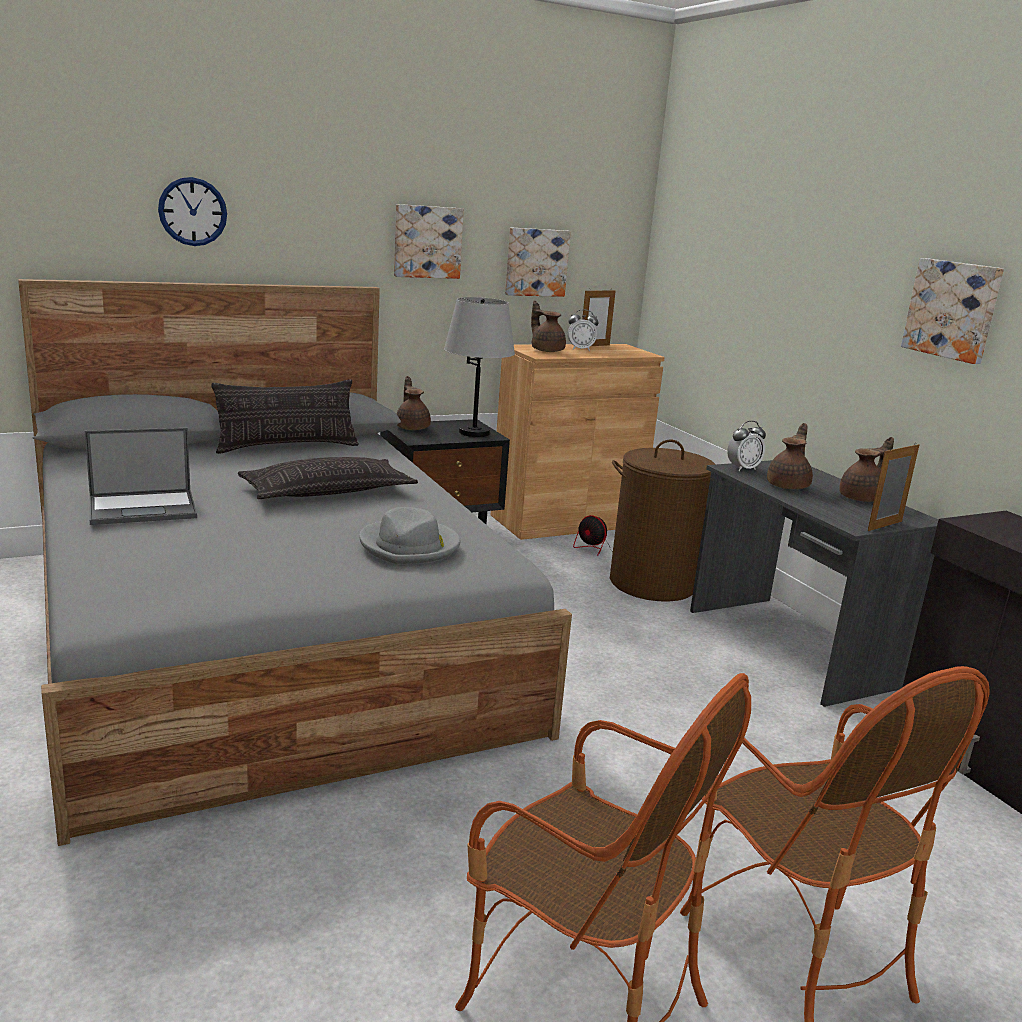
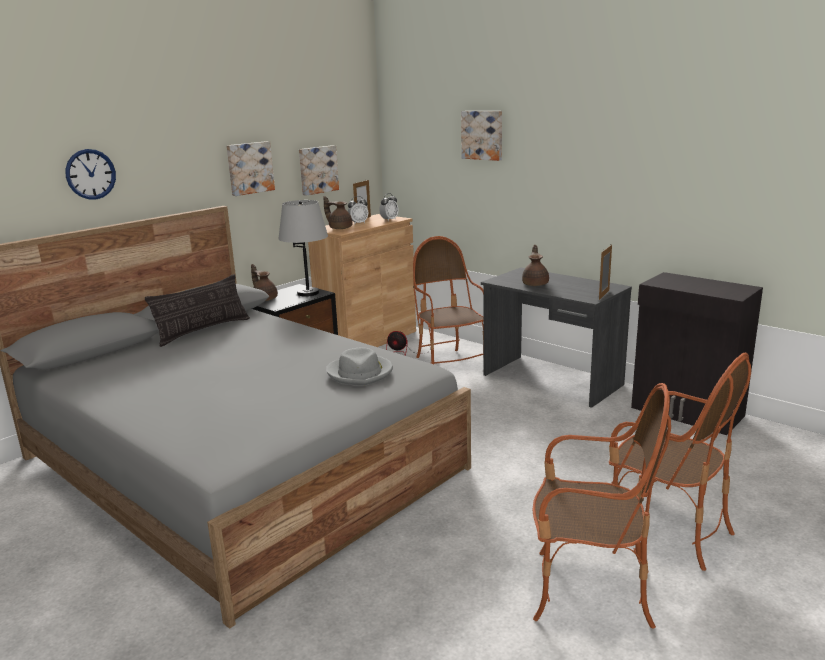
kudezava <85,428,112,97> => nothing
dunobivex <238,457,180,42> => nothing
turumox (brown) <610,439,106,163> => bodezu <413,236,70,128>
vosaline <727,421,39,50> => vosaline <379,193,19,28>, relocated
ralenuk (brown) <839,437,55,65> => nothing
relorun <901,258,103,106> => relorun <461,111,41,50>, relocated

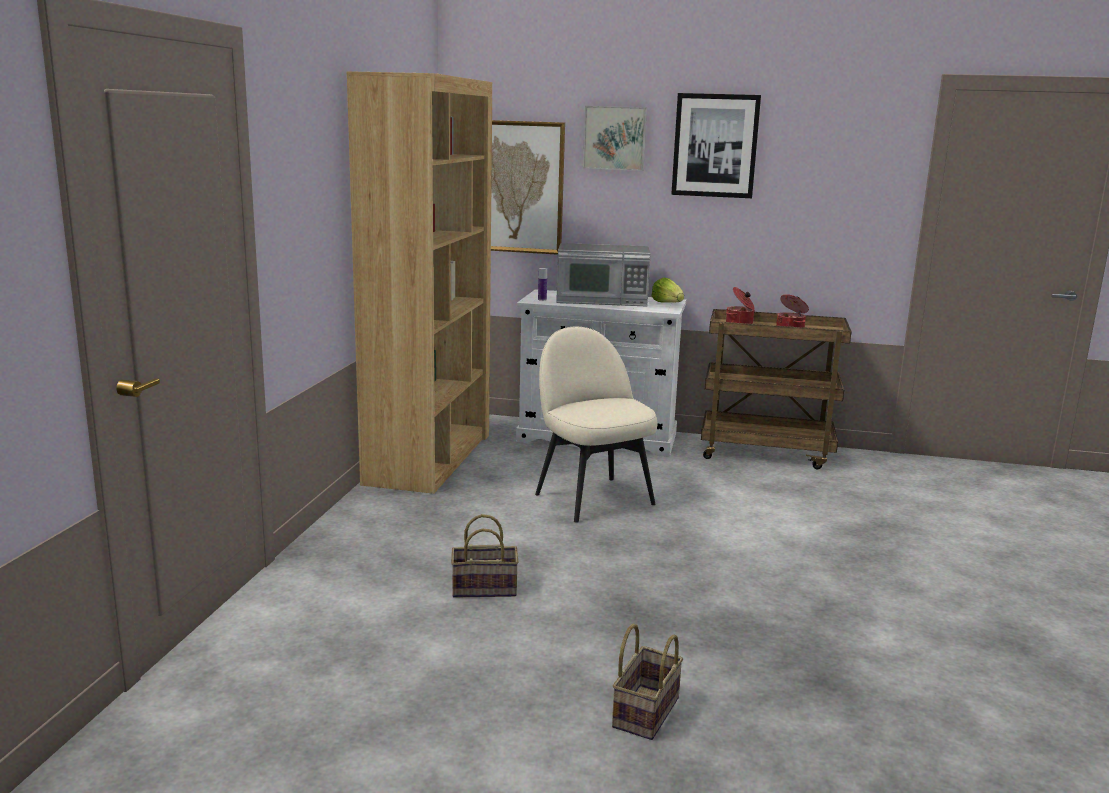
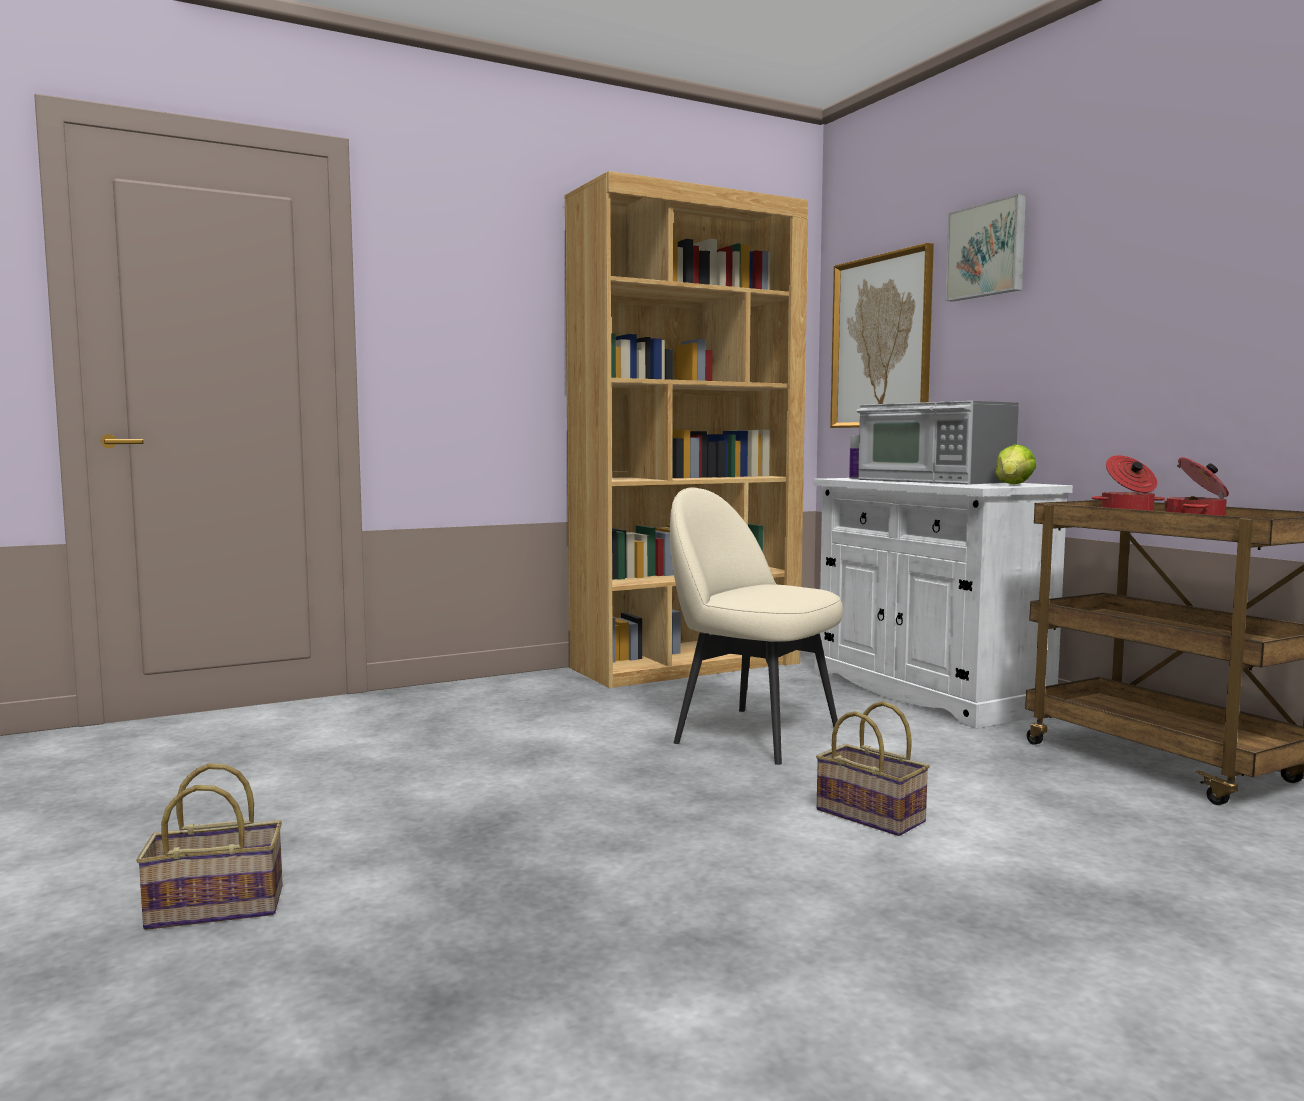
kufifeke <451,514,68,84> => kufifeke <816,701,114,135>, relocated
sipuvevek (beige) <535,327,122,196> => sipuvevek (beige) <670,488,173,277>, 75 degrees counterclockwise
relorun <671,93,90,105> => nothing

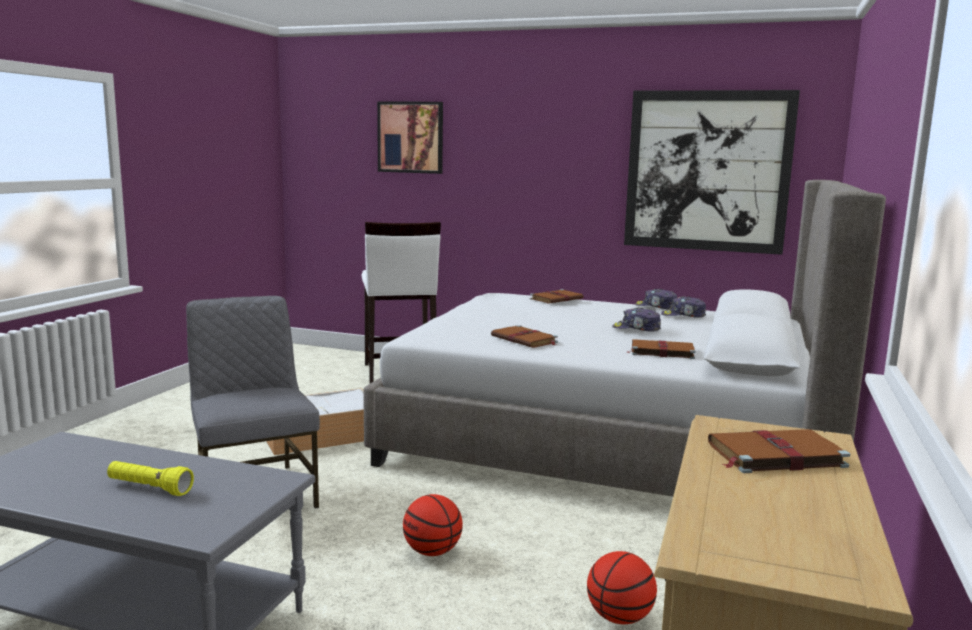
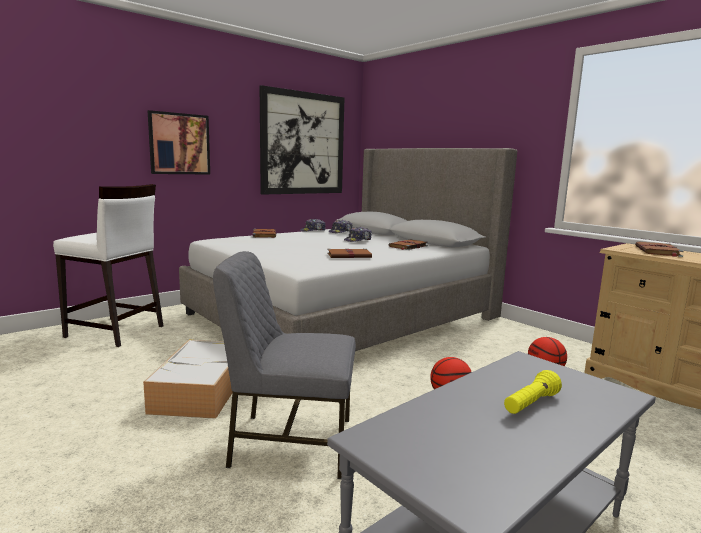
relorun <377,102,66,72> => relorun <148,110,62,65>, relocated

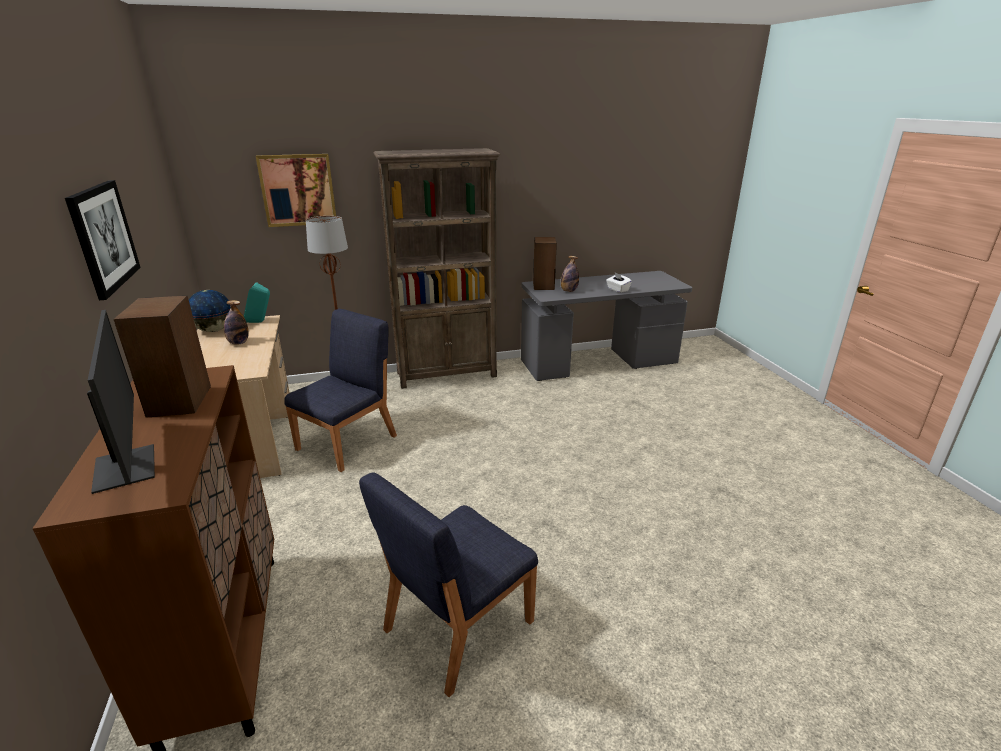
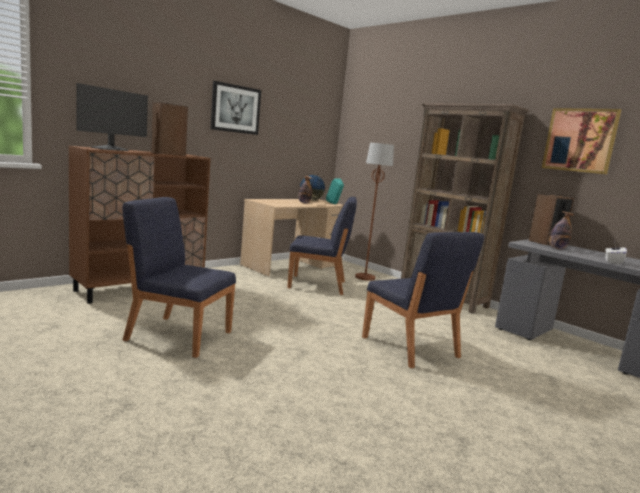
relorun <256,154,80,73> => relorun <542,108,79,66>, relocated
nothing => sipuvevek (blue) <362,232,122,136>

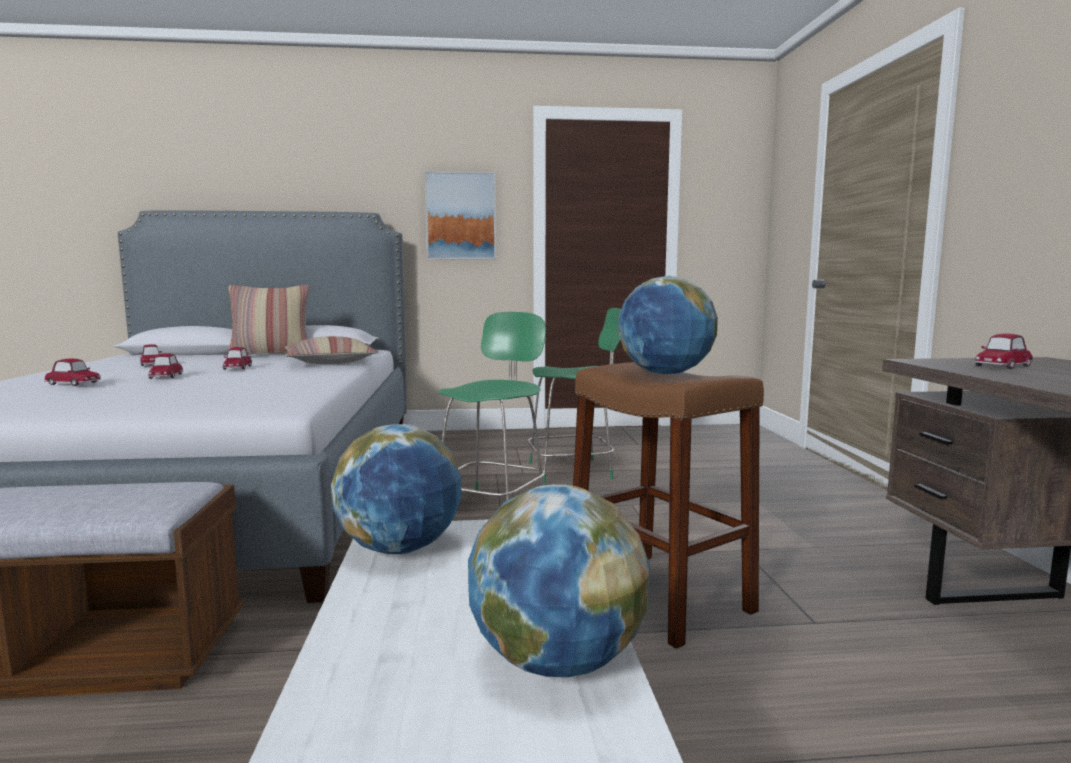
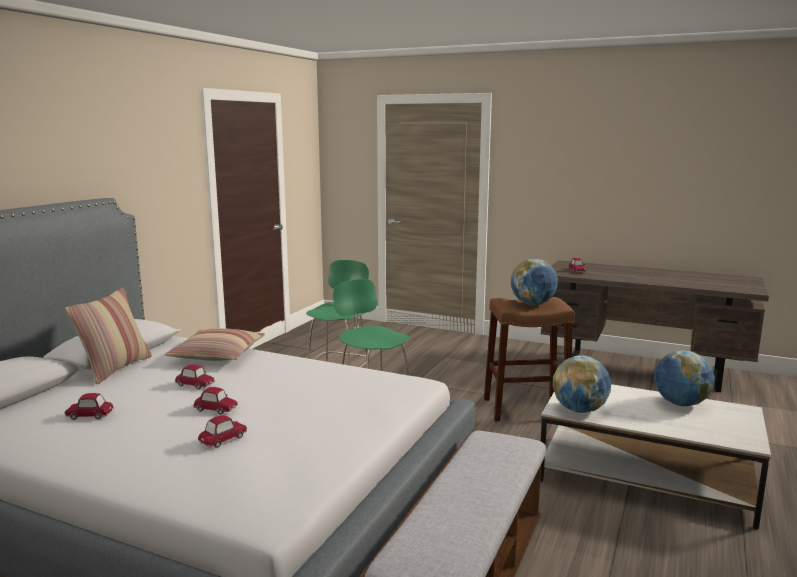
relorun <425,171,71,89> => nothing

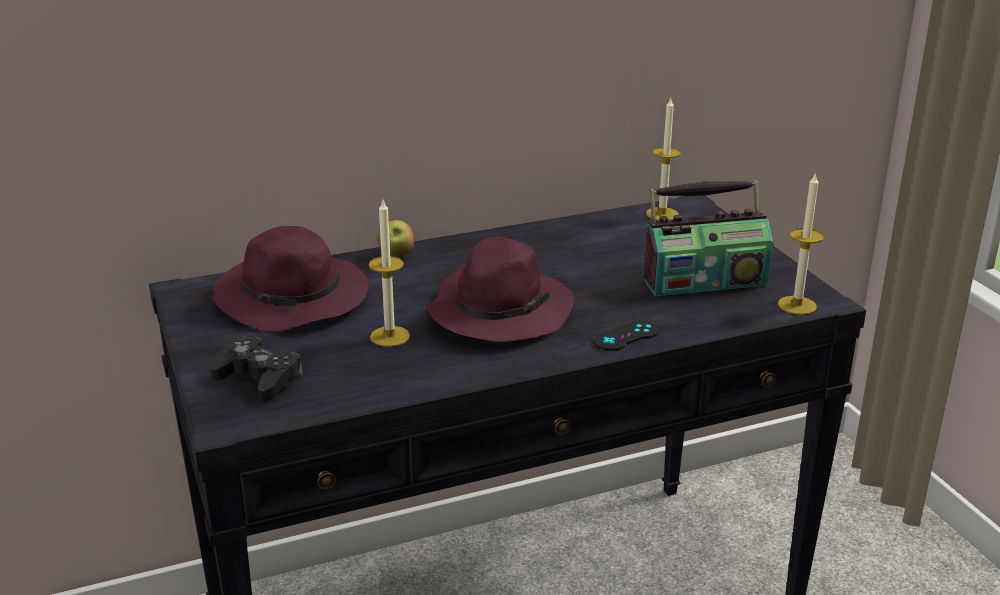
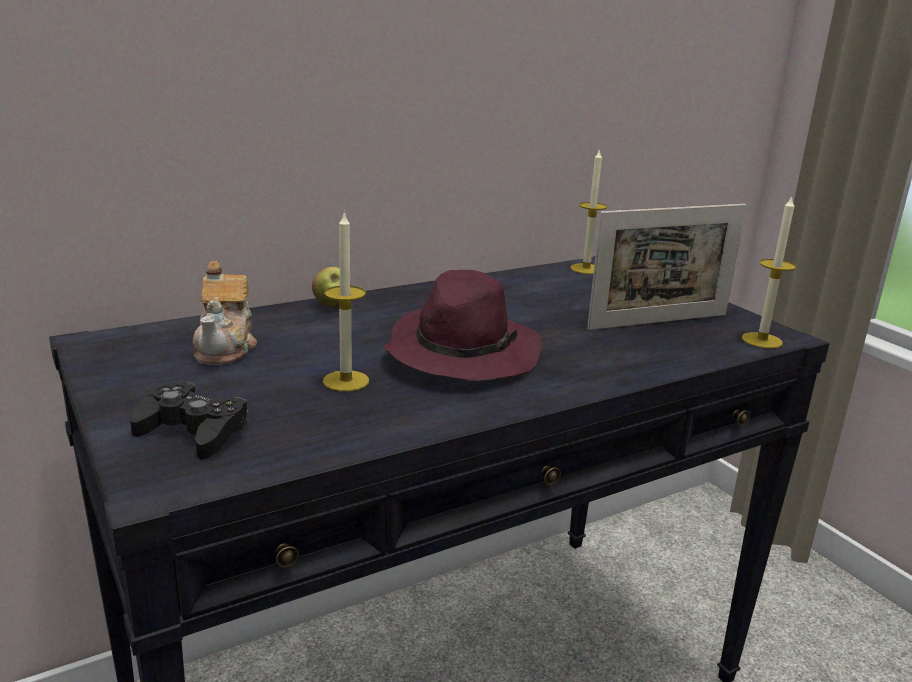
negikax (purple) <213,226,156,106> => ralenuk <193,261,64,104>
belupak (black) <593,321,66,30> => nothing
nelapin <644,181,130,115> => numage <587,204,159,126>

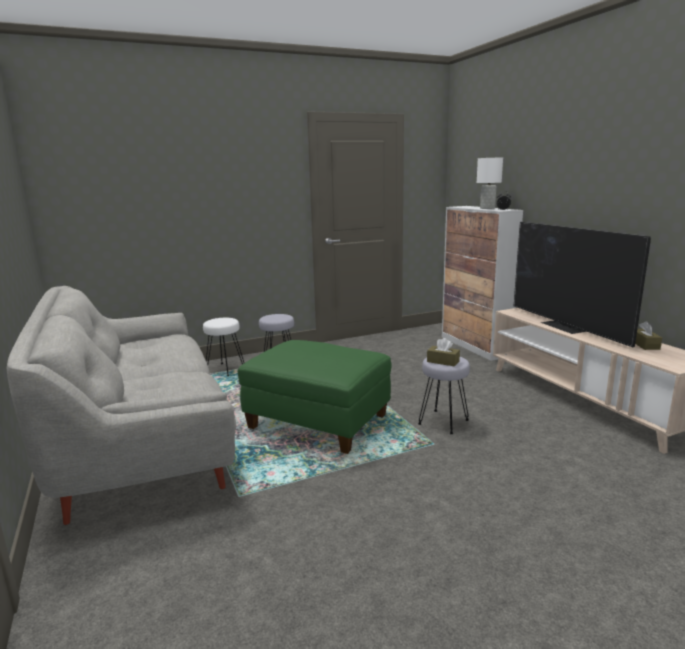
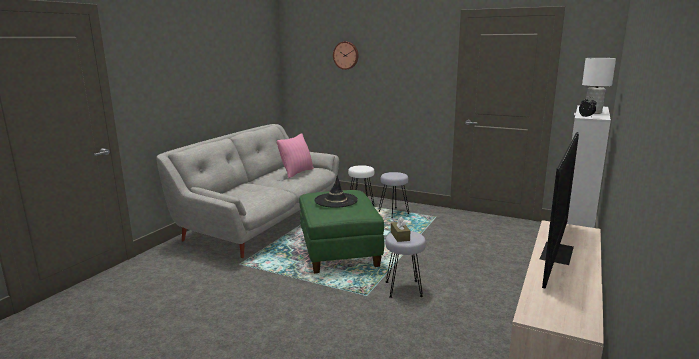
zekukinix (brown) <635,321,27,29> => nothing
nothing => dunobivex (pink) <277,133,37,45>
nothing => negikax (black) <314,176,44,32>
nothing => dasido <333,41,26,29>

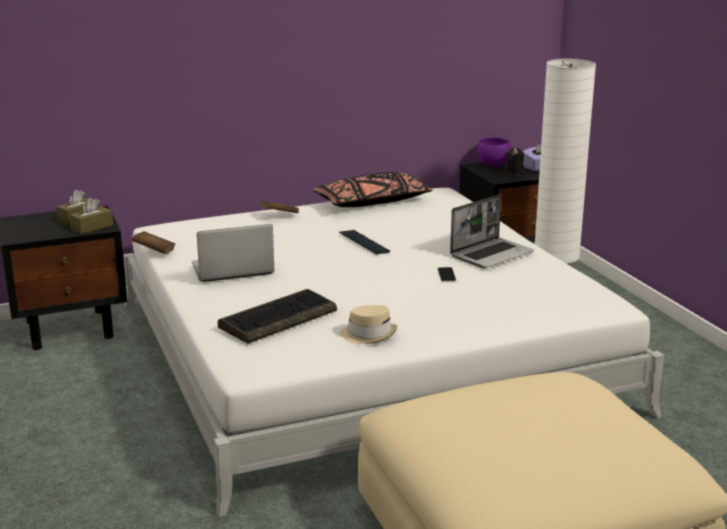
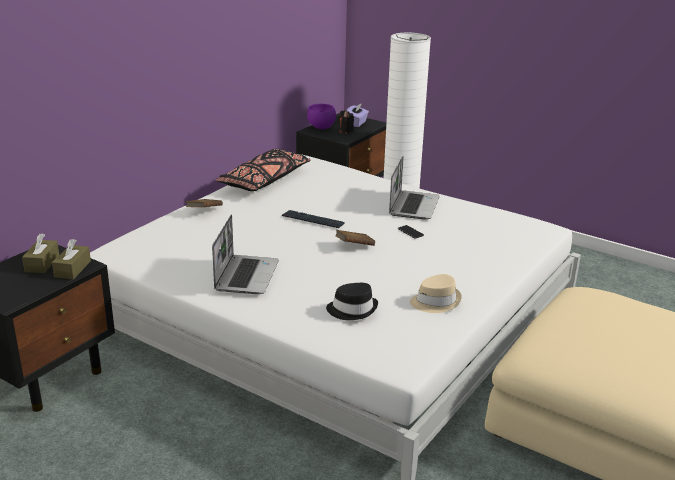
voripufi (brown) <132,231,43,23> => voripufi (brown) <335,230,40,16>, relocated
kudezava <192,224,82,58> => kudezava <212,215,67,79>, 150 degrees clockwise
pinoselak <218,289,119,55> => negikax (black) <326,283,52,37>

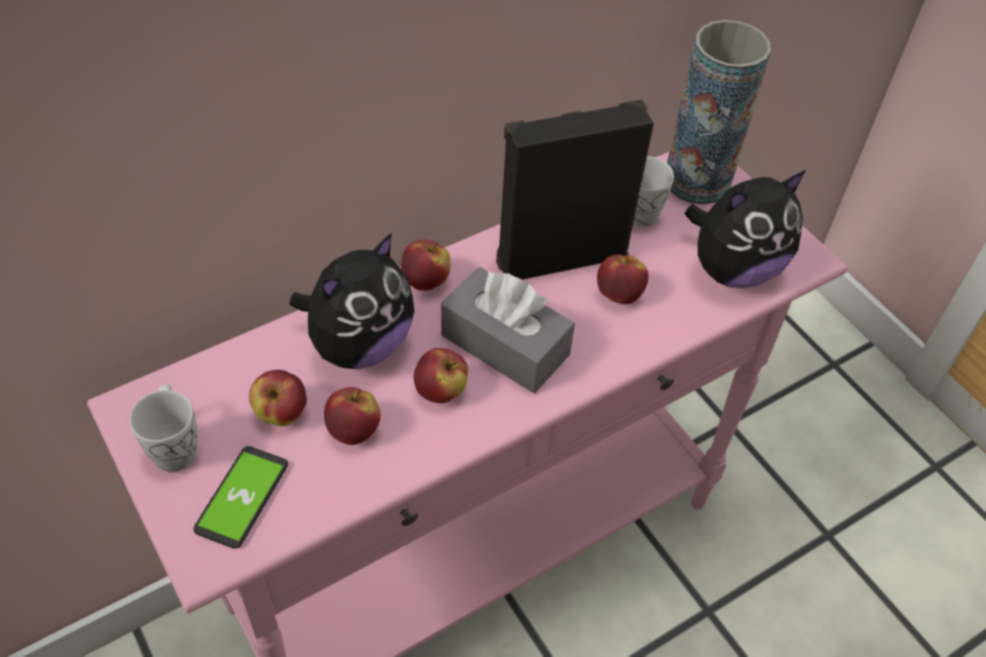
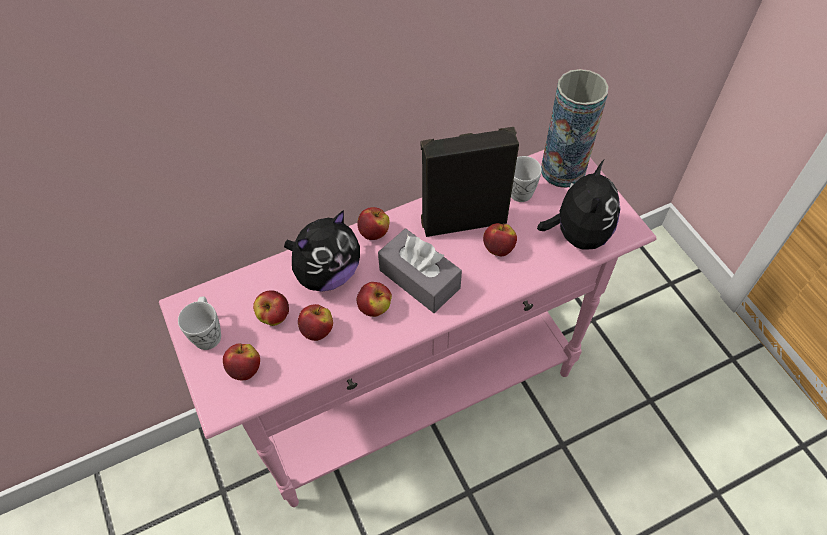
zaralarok <193,446,95,103> => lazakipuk <223,343,37,37>
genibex <685,170,121,118> => genibex <537,160,84,90>, 60 degrees counterclockwise

